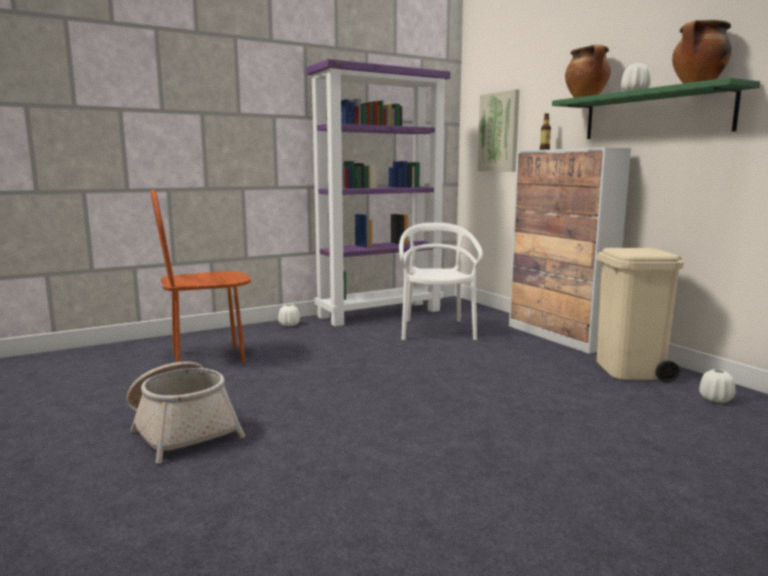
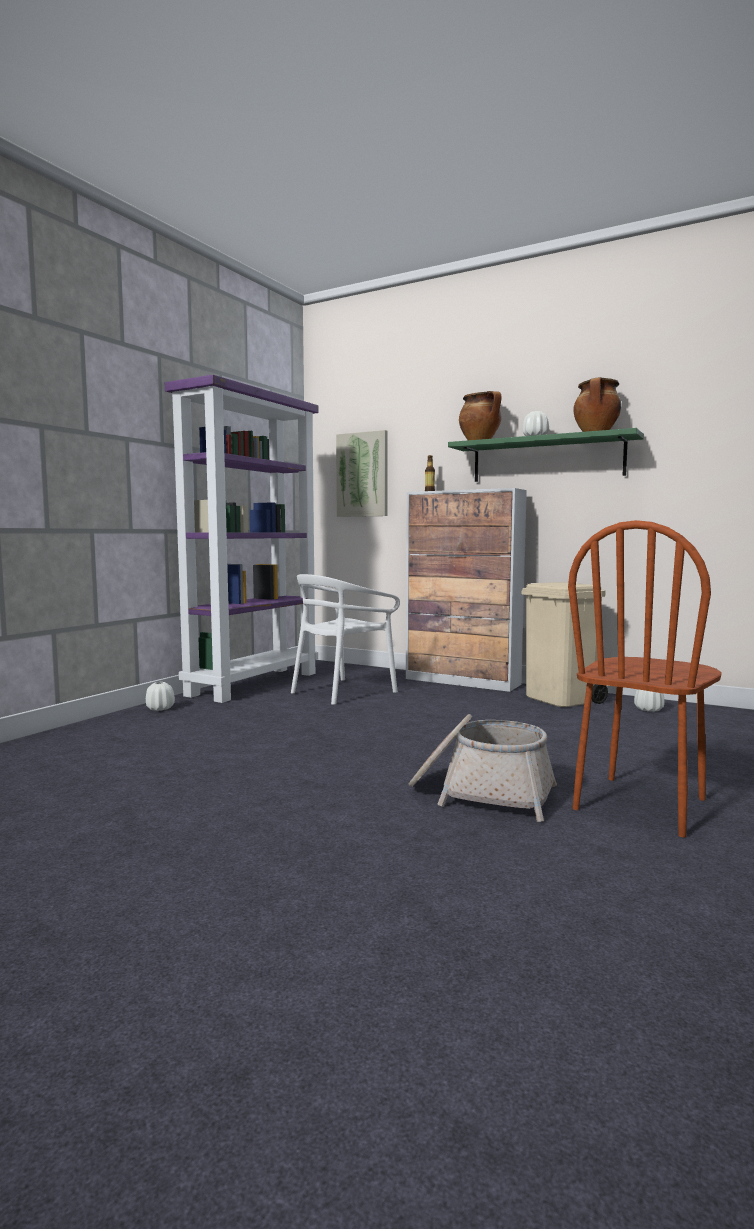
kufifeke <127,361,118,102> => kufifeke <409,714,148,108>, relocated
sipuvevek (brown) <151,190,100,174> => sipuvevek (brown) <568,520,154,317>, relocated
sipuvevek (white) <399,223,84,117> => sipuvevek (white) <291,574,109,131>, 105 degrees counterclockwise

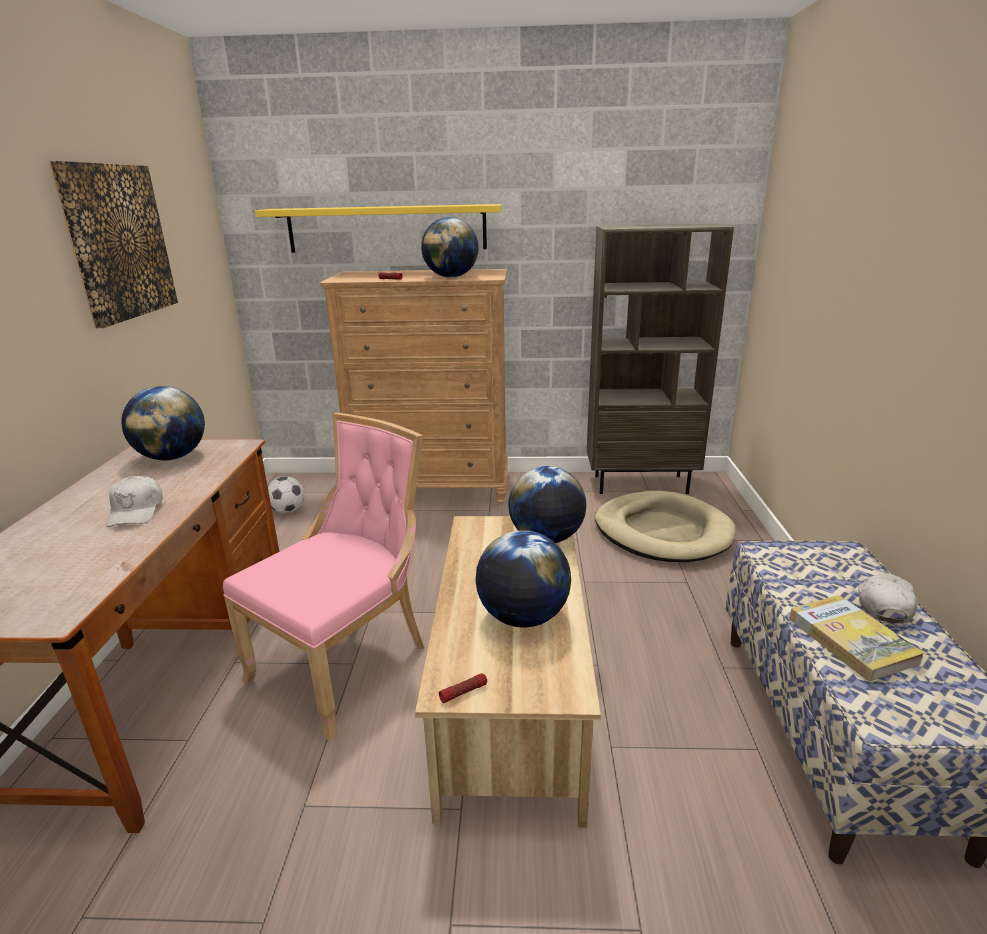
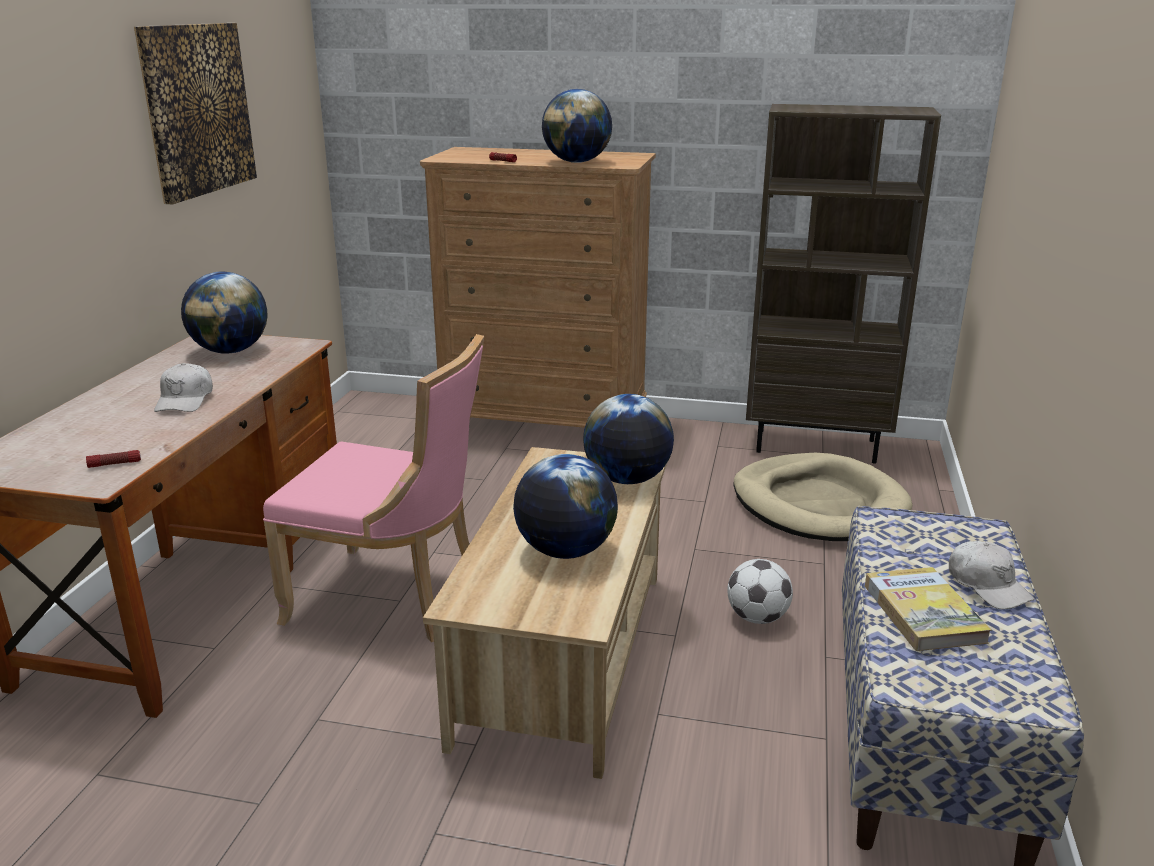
sipuvevek (pink) <223,413,201,329> => sipuvevek (pink) <263,334,221,308>, 60 degrees clockwise
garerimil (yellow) <255,204,247,49> => nothing
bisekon <268,476,37,37> => bisekon <727,559,66,65>, relocated
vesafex <439,673,48,30> => vesafex <86,450,55,18>, relocated
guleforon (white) <858,574,60,50> => guleforon (white) <949,541,86,68>, 120 degrees clockwise

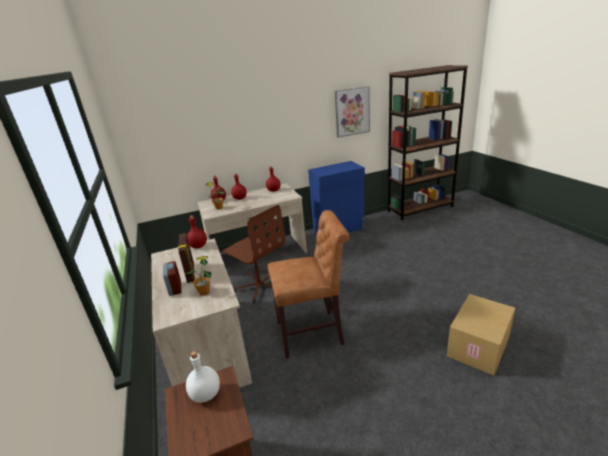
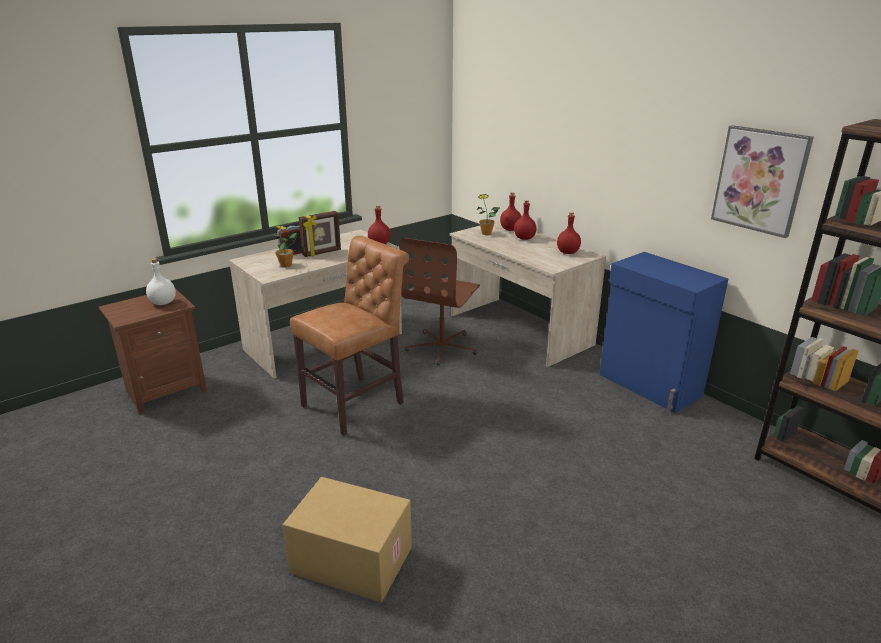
sipuvevek (brown) <268,210,81,148> => sipuvevek (brown) <290,236,119,200>, 105 degrees counterclockwise

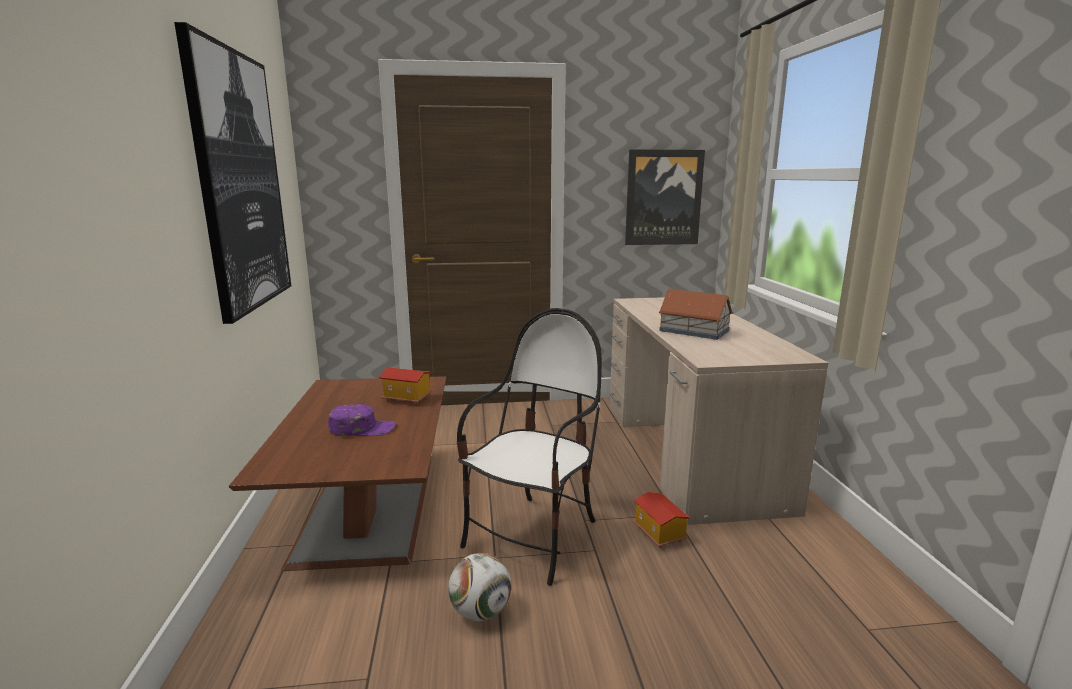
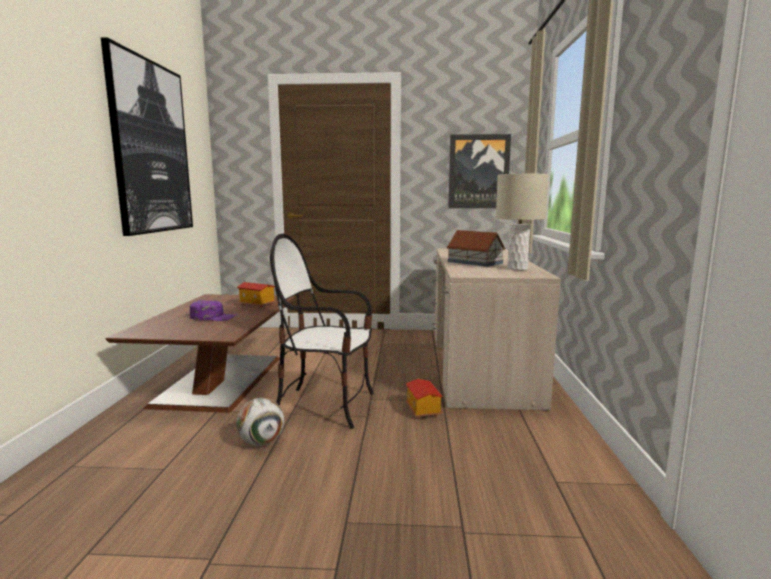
sipuvevek <457,308,145,278> => sipuvevek <270,233,104,196>, 120 degrees counterclockwise
nothing => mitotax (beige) <496,174,53,96>

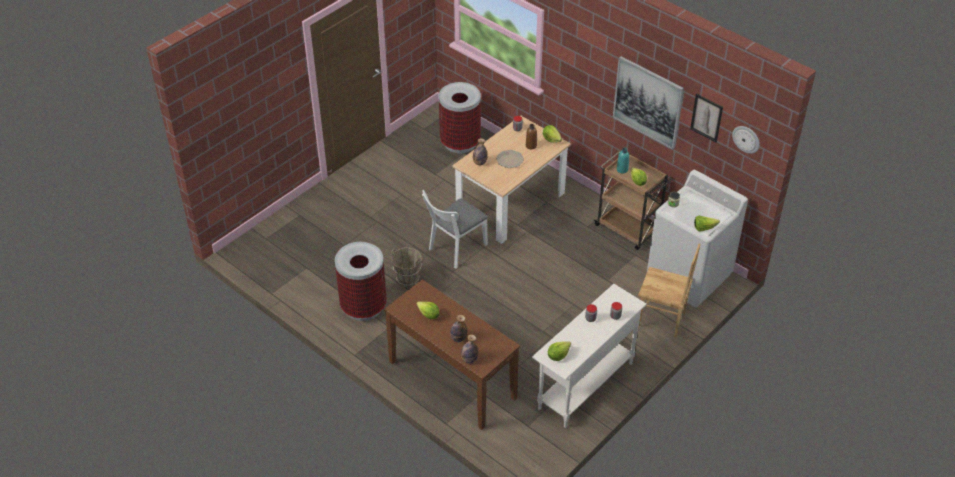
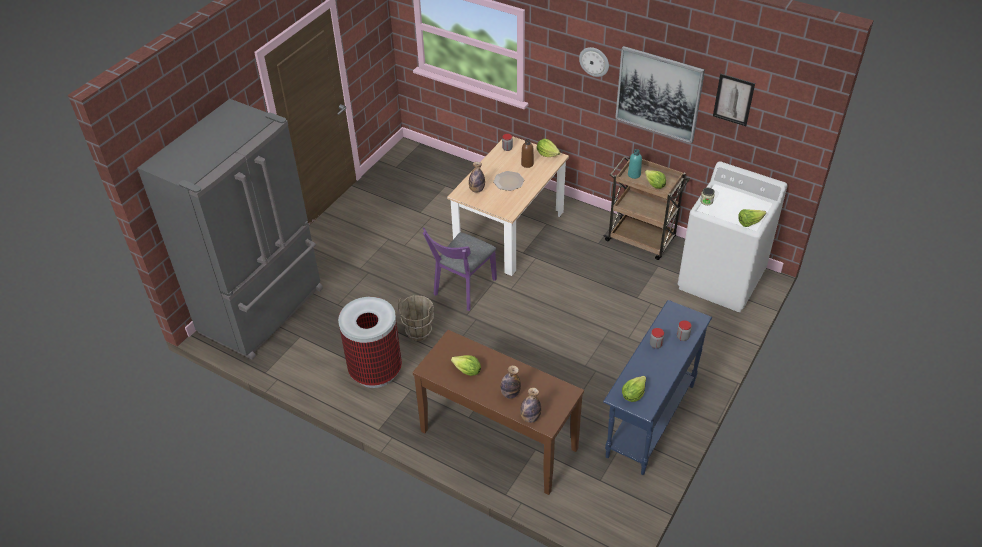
sipuvevek (white) <422,190,66,79> => sipuvevek (purple) <423,228,74,83>
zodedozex <439,82,42,71> => nothing
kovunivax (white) <532,284,115,144> => kovunivax (blue) <603,300,109,175>
sipuvevek (brown) <638,244,62,93> => nothing
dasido <732,126,28,28> => dasido <579,47,30,30>, relocated
nothing => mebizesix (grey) <137,99,186,261>

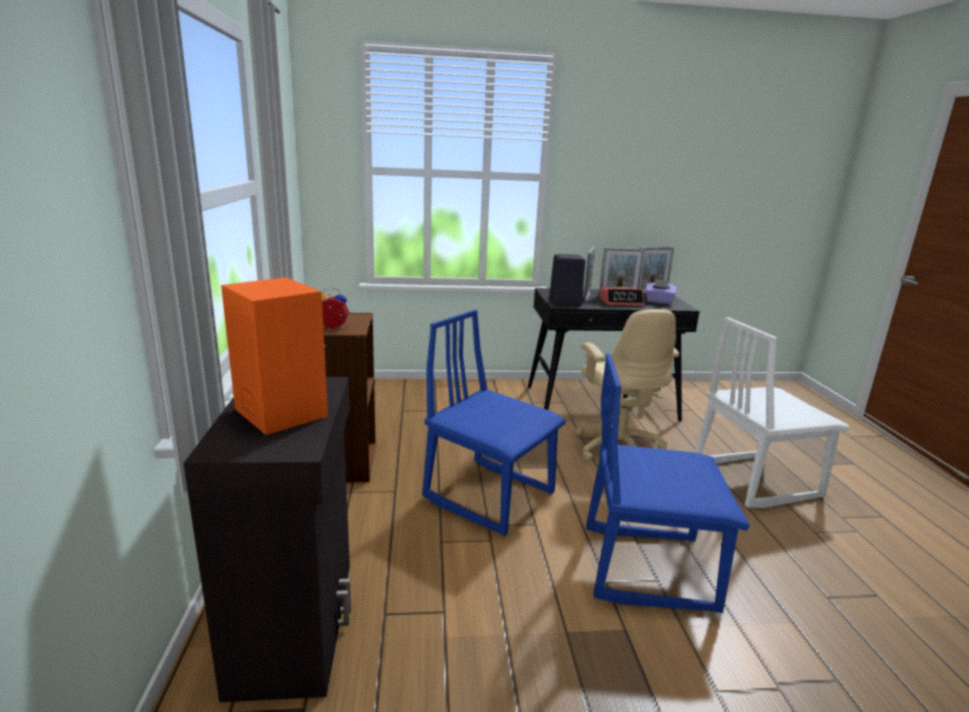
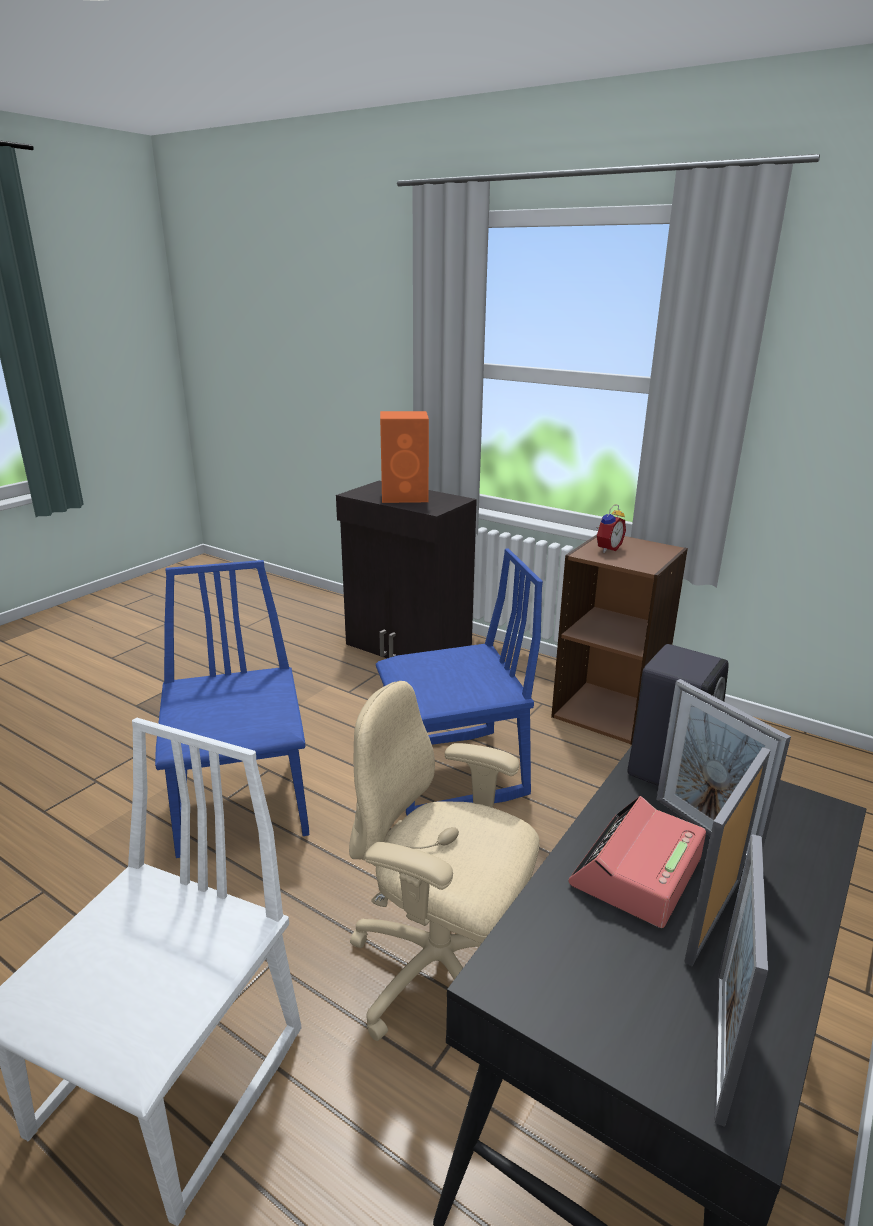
sipuvevek (blue) <586,354,164,259> => sipuvevek (blue) <155,560,154,298>, 60 degrees counterclockwise
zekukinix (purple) <646,279,30,25> => nothing

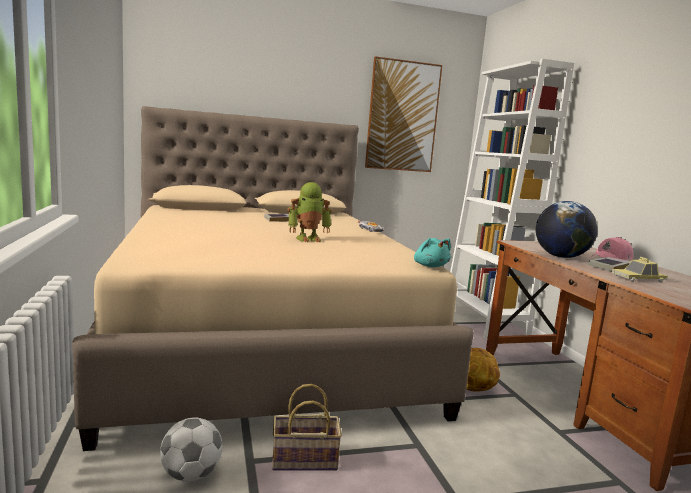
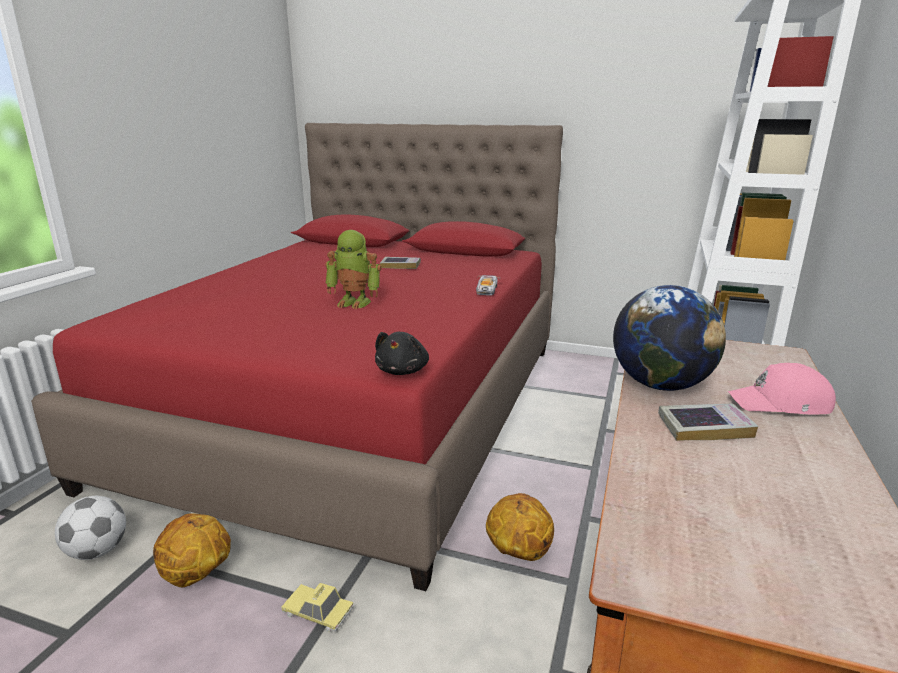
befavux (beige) <72,106,402,345> => befavux (red) <31,123,532,468>
kufifeke <272,384,70,87> => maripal <153,513,78,74>
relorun <365,56,77,116> => nothing
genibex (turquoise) <414,237,37,30> => genibex (black) <375,332,54,43>
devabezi <612,257,56,26> => devabezi <281,583,73,50>, relocated

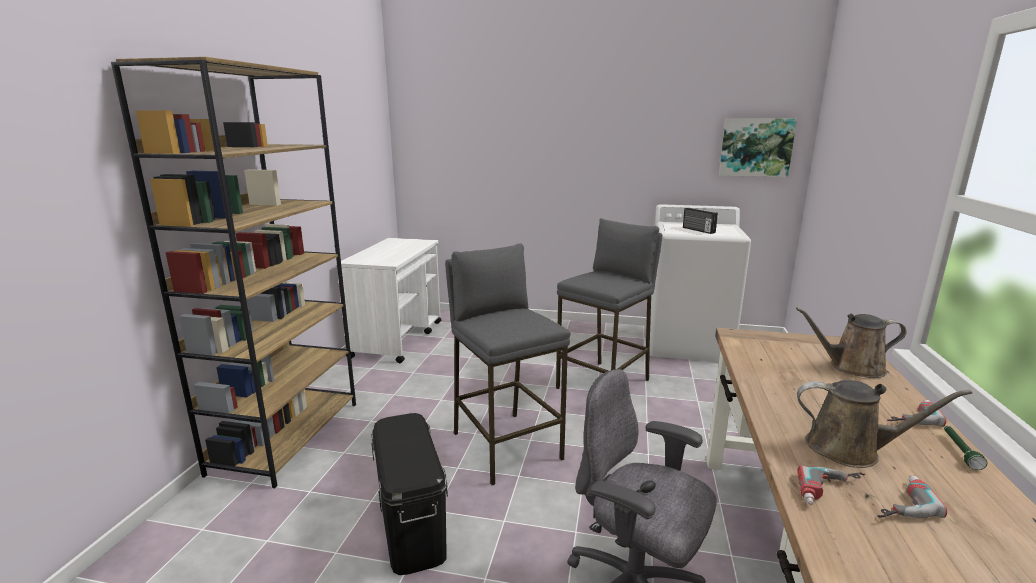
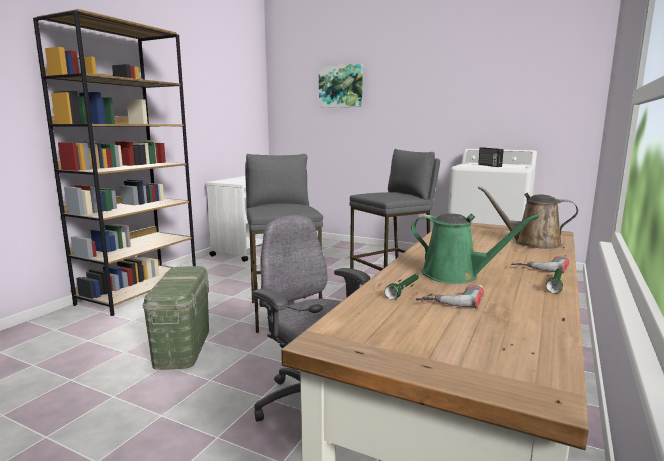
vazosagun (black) <371,413,77,162> => vazosagun (green) <143,266,66,104>
relorun <719,118,78,59> => relorun <319,64,44,44>, relocated
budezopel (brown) <797,380,175,88> => budezopel (green) <411,213,128,71>
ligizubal <797,465,69,40> => vesafex (green) <384,274,35,26>

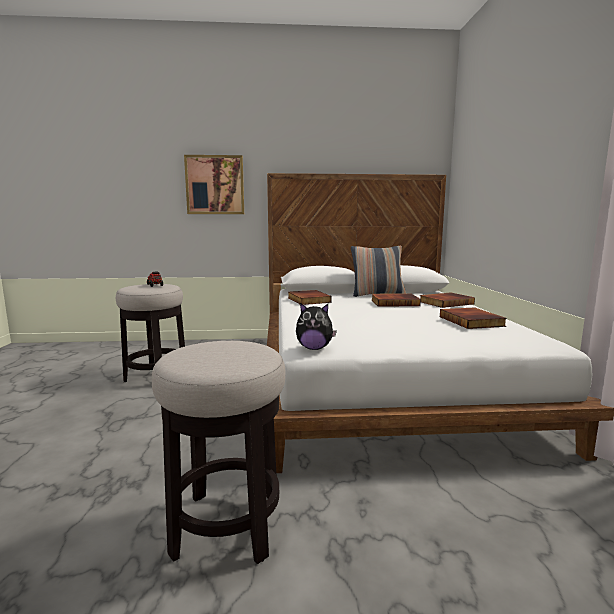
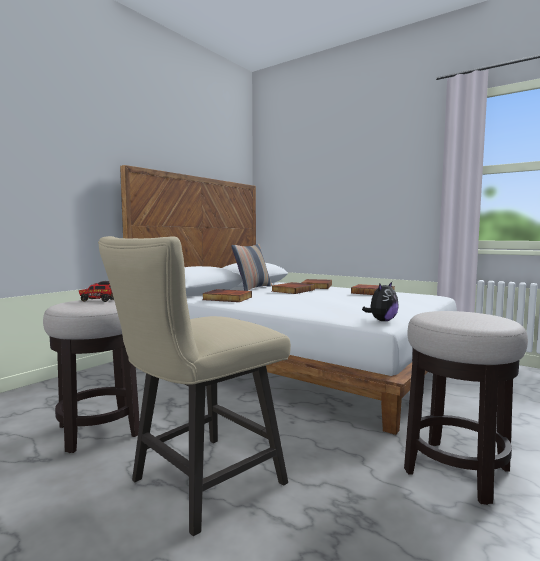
relorun <184,155,60,59> => nothing
nothing => sipuvevek (beige) <98,236,193,300>

